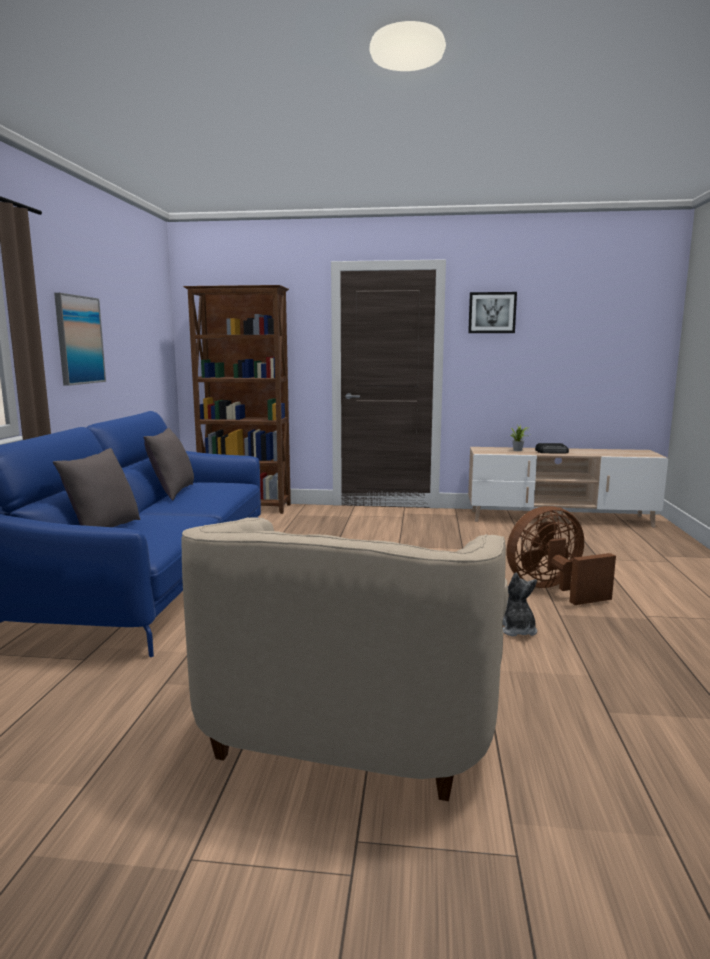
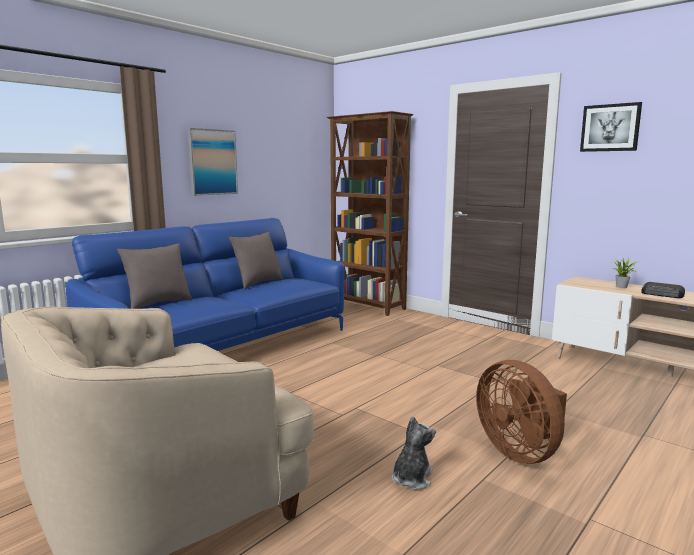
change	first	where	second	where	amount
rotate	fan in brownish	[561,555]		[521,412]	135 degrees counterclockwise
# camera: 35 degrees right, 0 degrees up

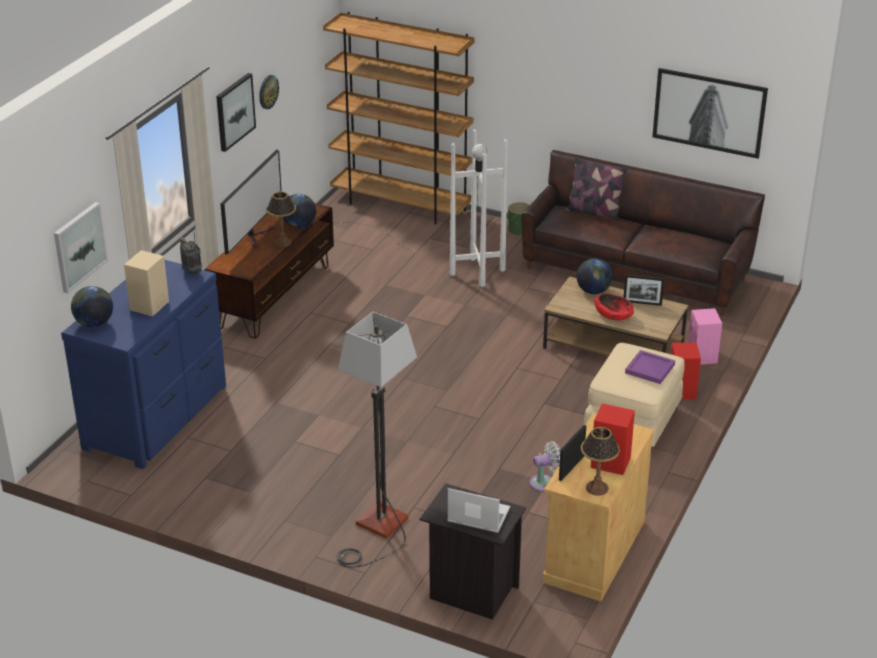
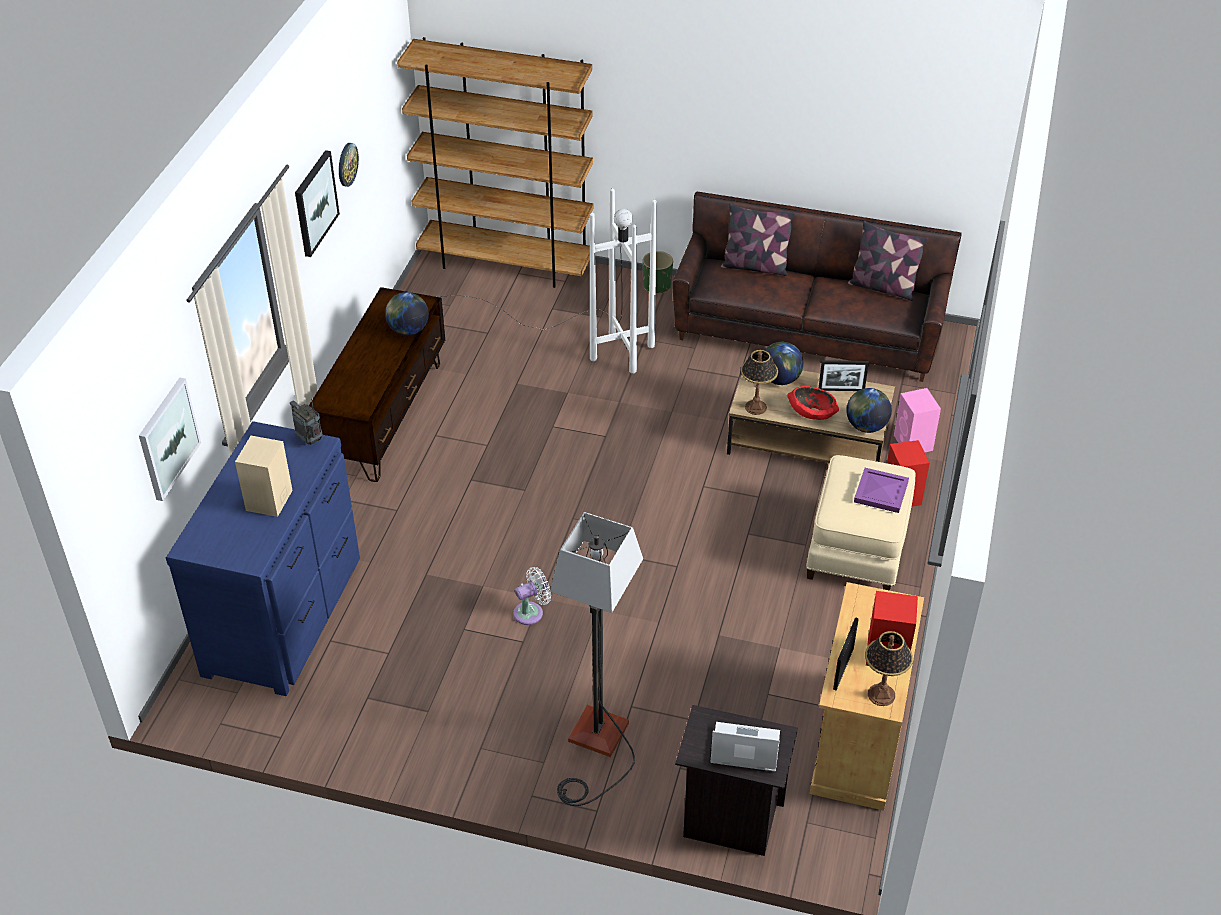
change	first	where	second	where	amount
delete	wall picture	[710,113]			
delete	TV set	[251,202]			
move	tabletop lamp	[281,219]		[759,382]	
move	desk globe	[92,306]		[869,410]	
move	fan in white	[545,466]		[532,596]	
insert			pillow	[888,260]	
# camera: 10 degrees left, 10 degrees up

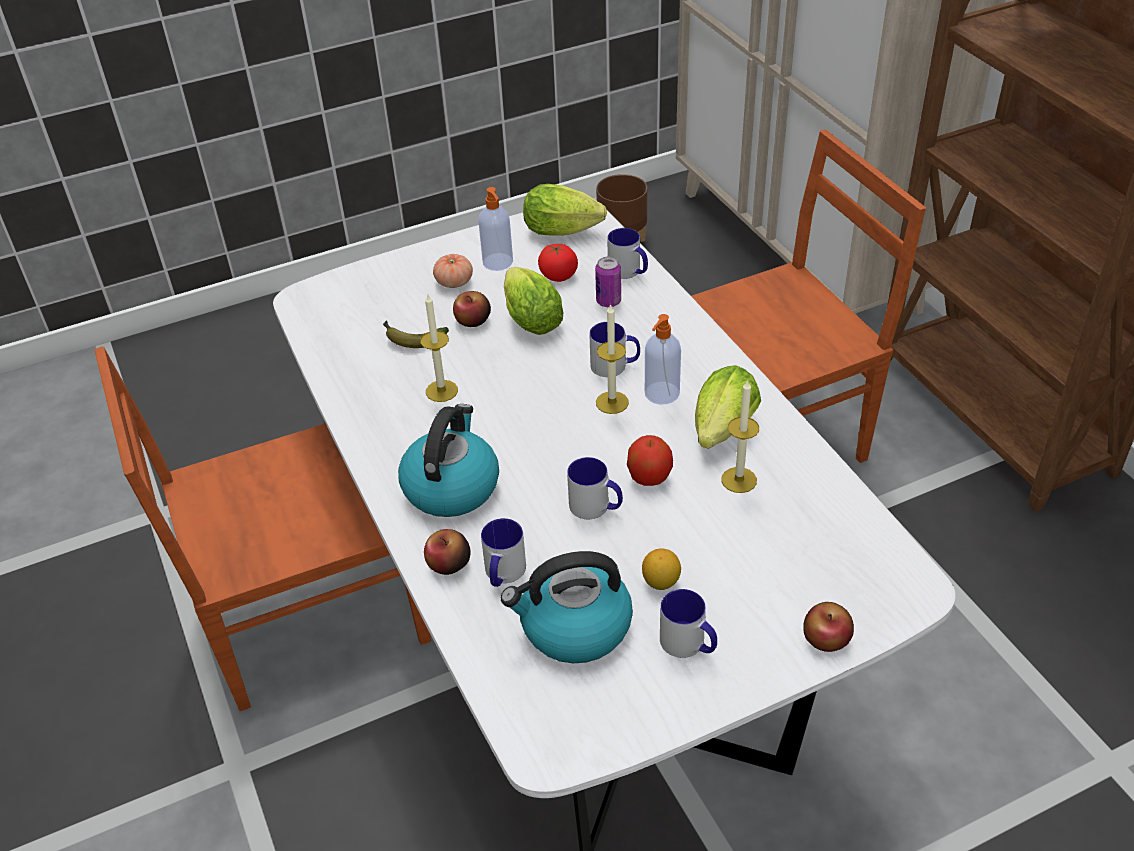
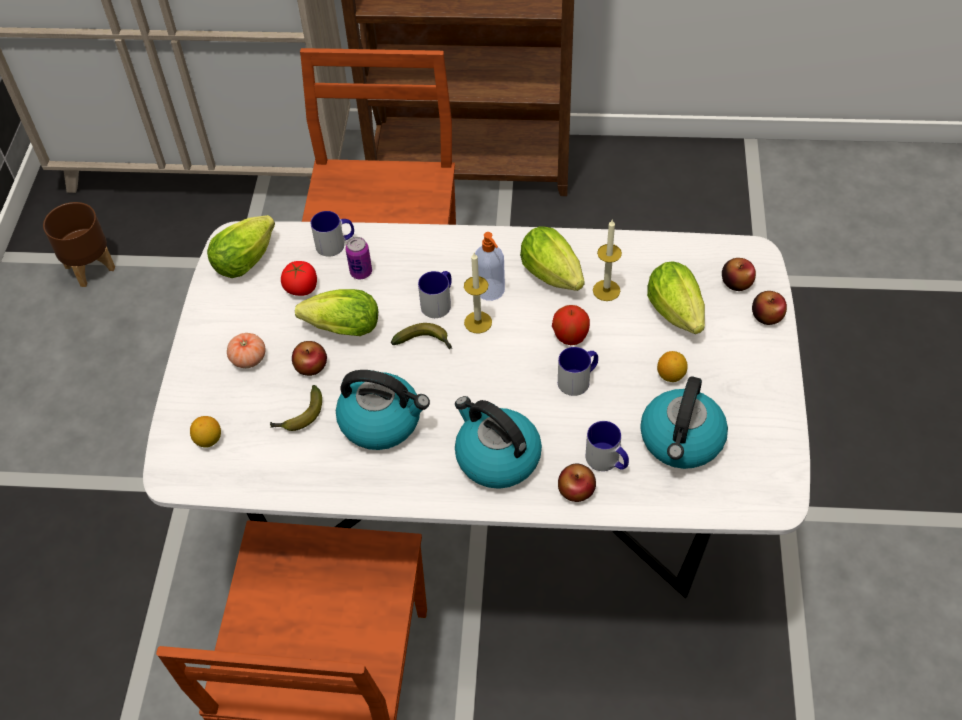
change	first	where	second	where	amount
delete	soap bottle	[495,229]			
replace	candle	[439,348]	water kettle	[383,410]	
delete	coffee mug	[688,623]			
insert			apple	[739,274]	
insert			lettuce	[676,297]	
insert			banana	[421,336]	
insert			lemon	[205,432]	
# camera: 60 degrees left, 10 degrees up

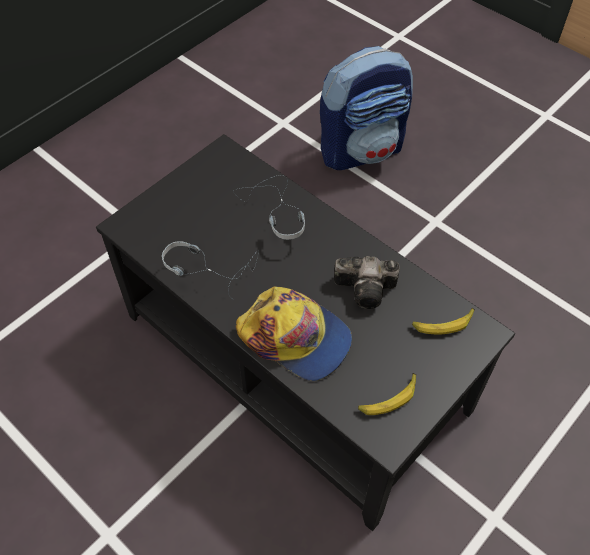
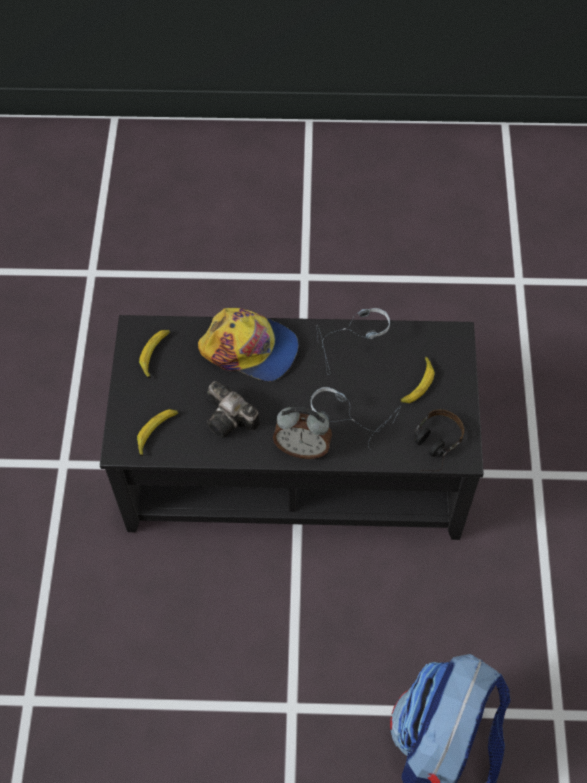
change	first	where	second	where	amount
rotate	photo camera	[366,282]		[233,409]	105 degrees counterclockwise
rotate	baseball cap	[294,333]		[248,344]	150 degrees counterclockwise
insert			banana	[417,380]	
insert			alarm clock	[302,433]	
insert			pair of headphones	[439,440]	
# camera: 140 degrees right, 5 degrees up

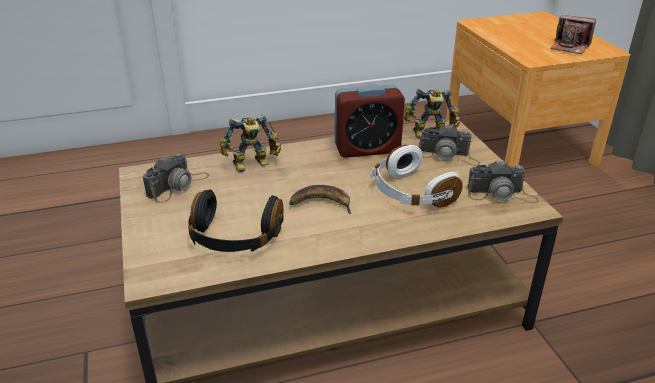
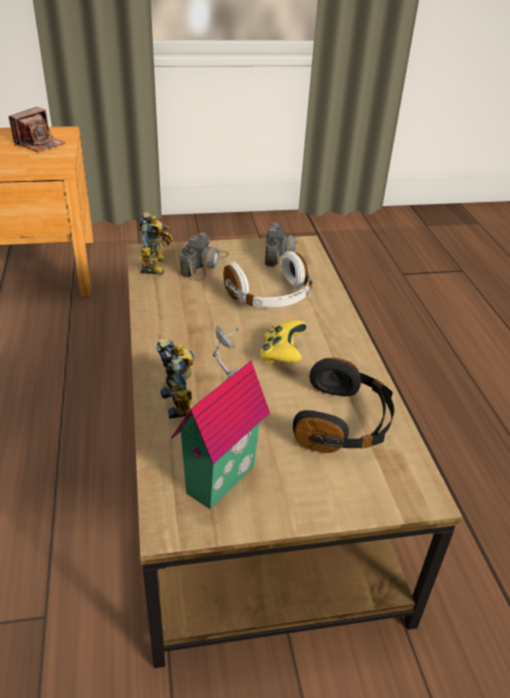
change	first	where	second	where	amount
delete	alarm clock	[370,121]			
replace	photo camera	[176,178]	model house	[220,417]	
replace	banana	[320,199]	game controller in yellow	[283,342]	
# camera: 85 degrees left, 5 degrees up

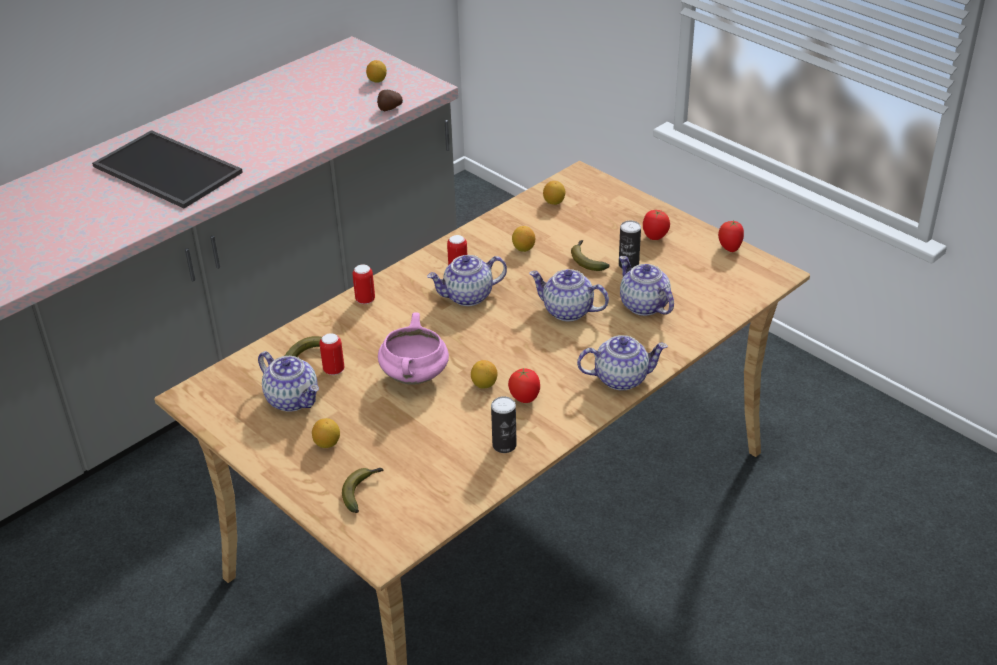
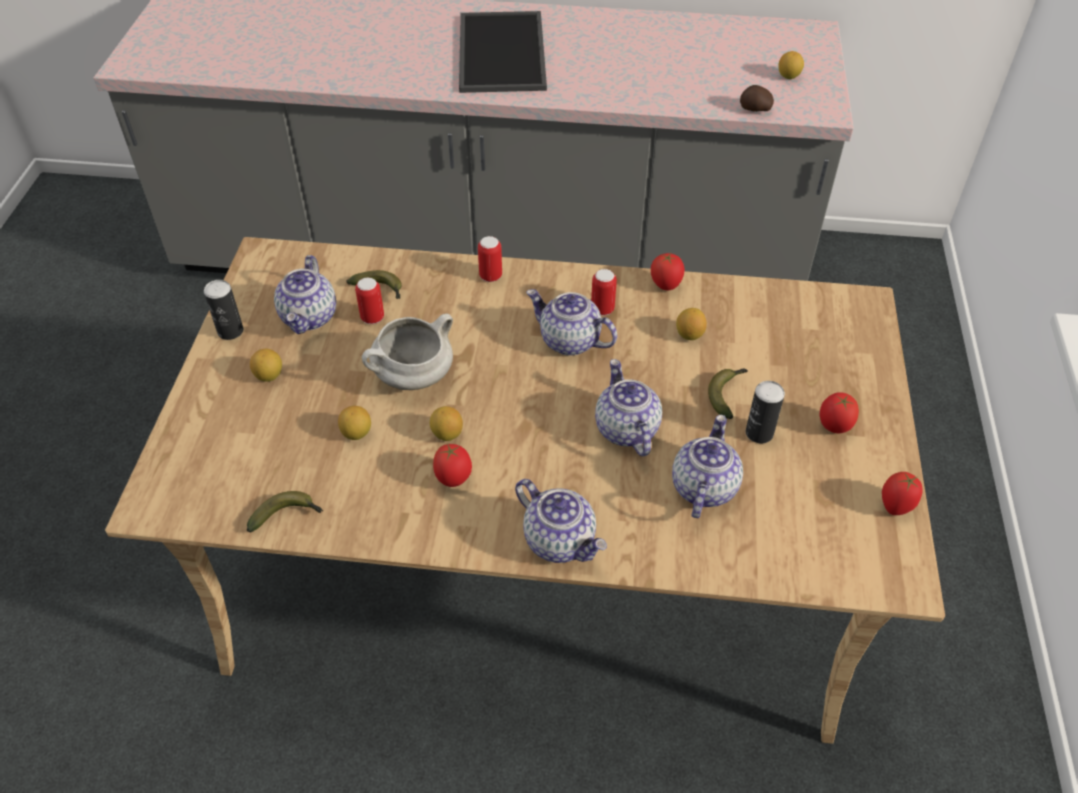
change	first	where	second	where	amount
move	lemon	[554,193]		[354,423]	
recolor	stockpot in pink	[413,348]	stockpot in white	[407,352]	
move	metal can	[504,424]		[223,310]	
move	banana	[362,490]		[285,512]	
insert			fresh tomato	[668,272]	
# camera: 50 degrees right, 10 degrees up

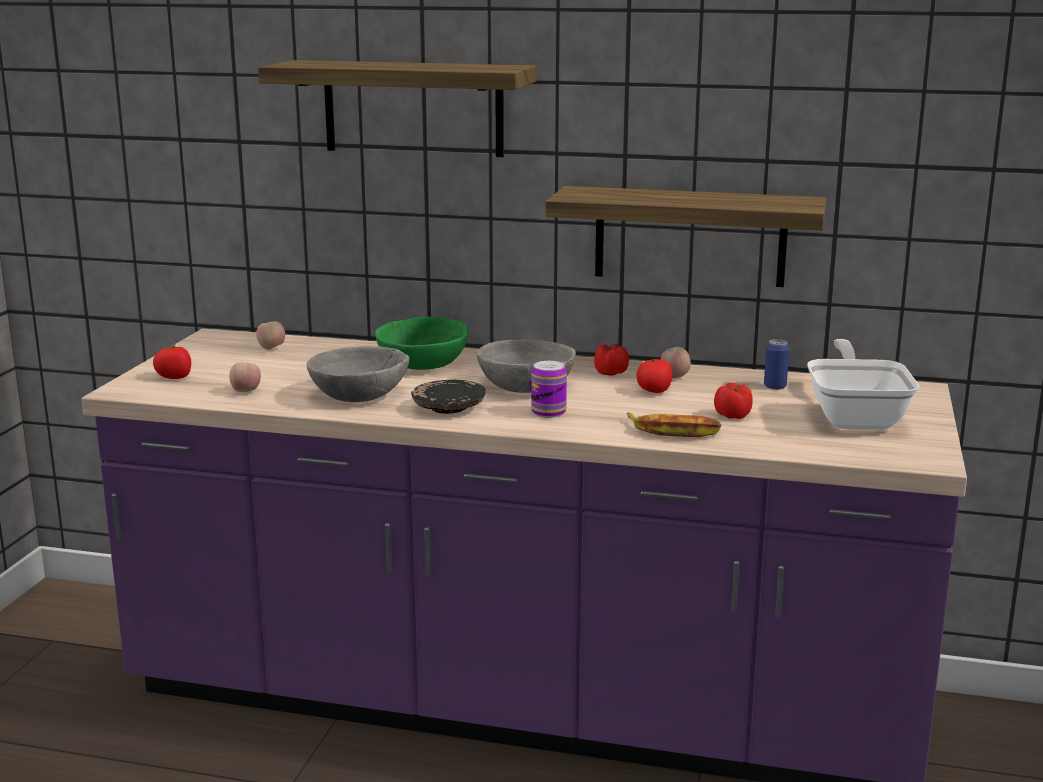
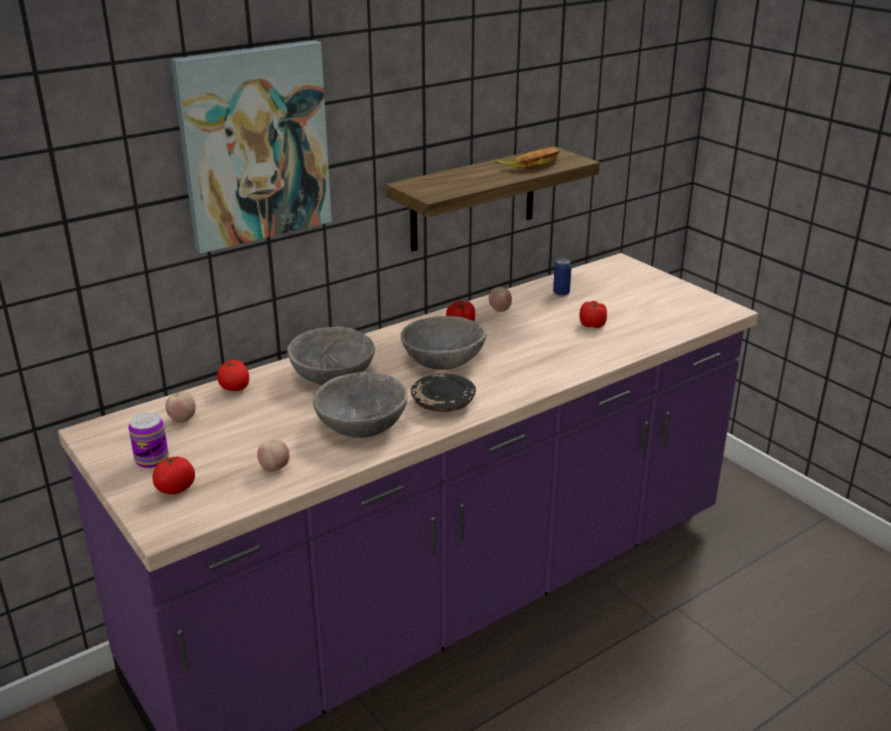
change	first	where	second	where	amount
replace	wall shelf	[397,108]	wall picture	[251,146]	
recolor	serving bowl in green-coloured	[422,343]	serving bowl in gray	[331,356]	
delete	skillet	[863,384]			
move	fresh tomato	[654,375]		[233,375]	
move	metal can	[549,389]		[149,441]	
move	banana	[674,424]		[527,158]	
# camera: 50 degrees left, 10 degrees up

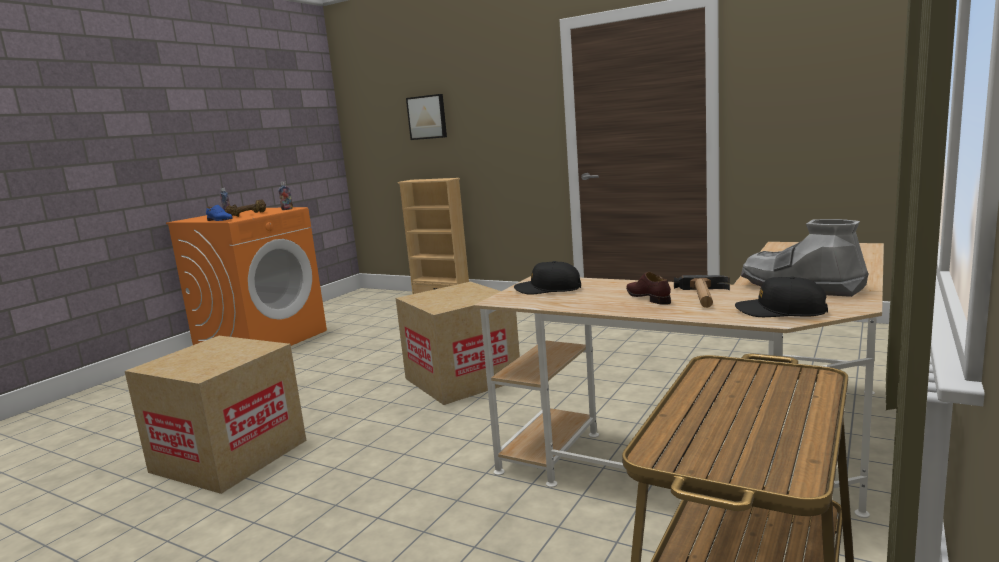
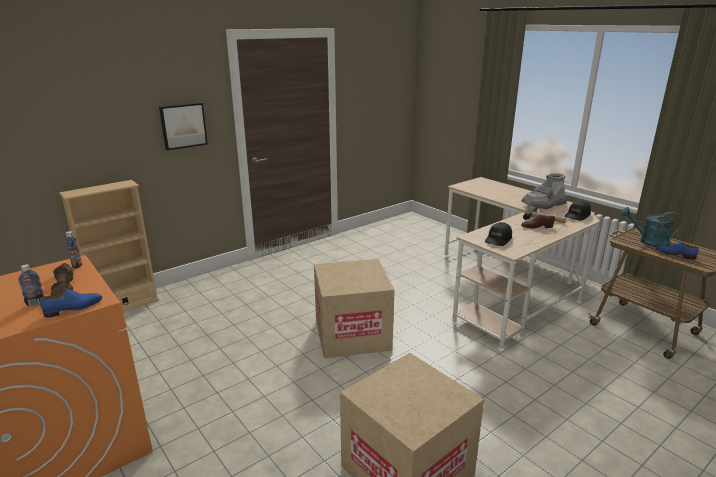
change	first	where	second	where	amount
move	wall picture	[426,117]		[183,126]	
insert			watering pot in turquoise-coloured	[651,227]	
insert			shoe in bluish	[677,251]	
# camera: 70 degrees left, 10 degrees up

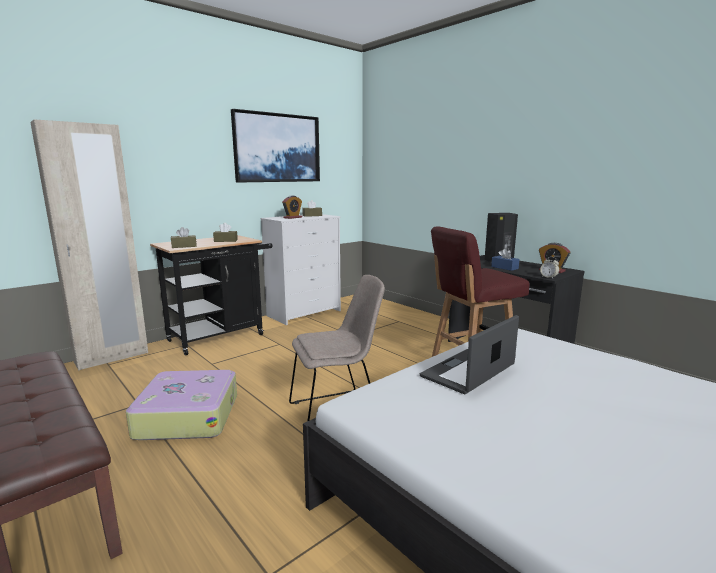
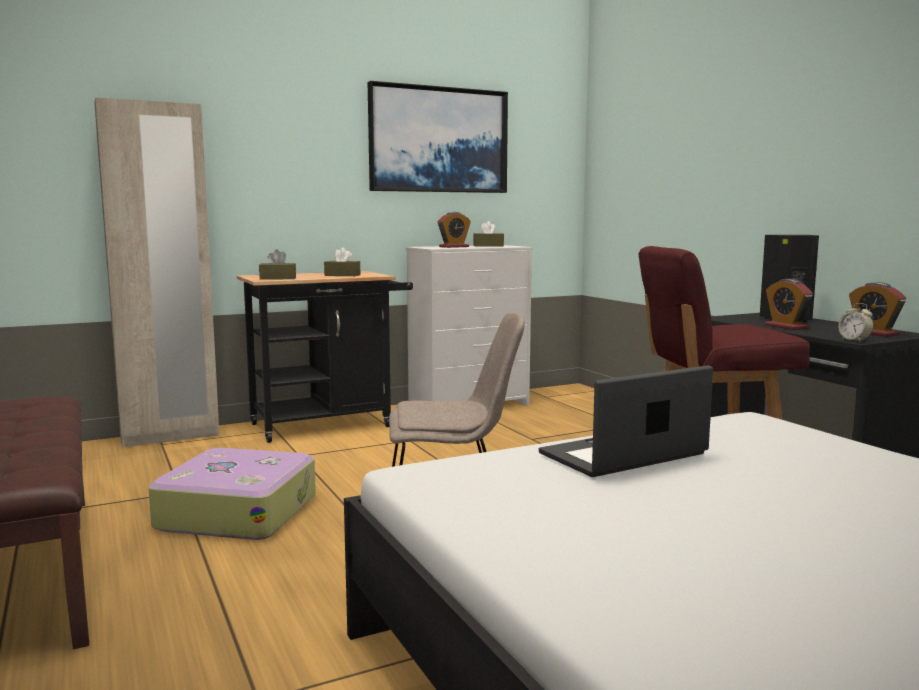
change	first	where	second	where	amount
replace	tissue box in bluish	[505,259]	alarm clock	[789,304]	
# camera: 15 degrees right, 5 degrees down

